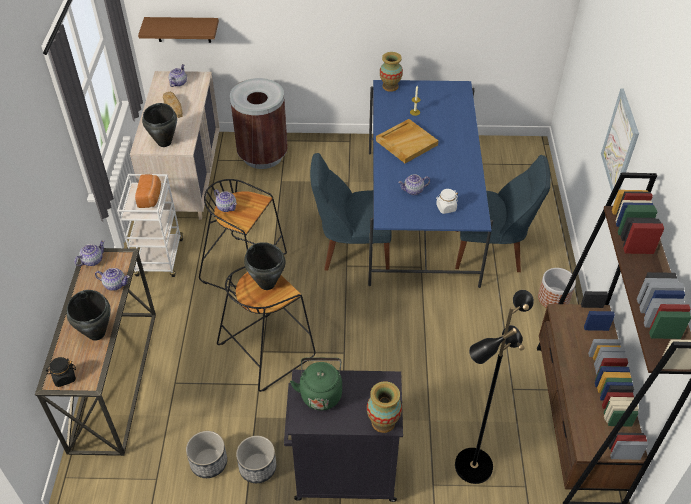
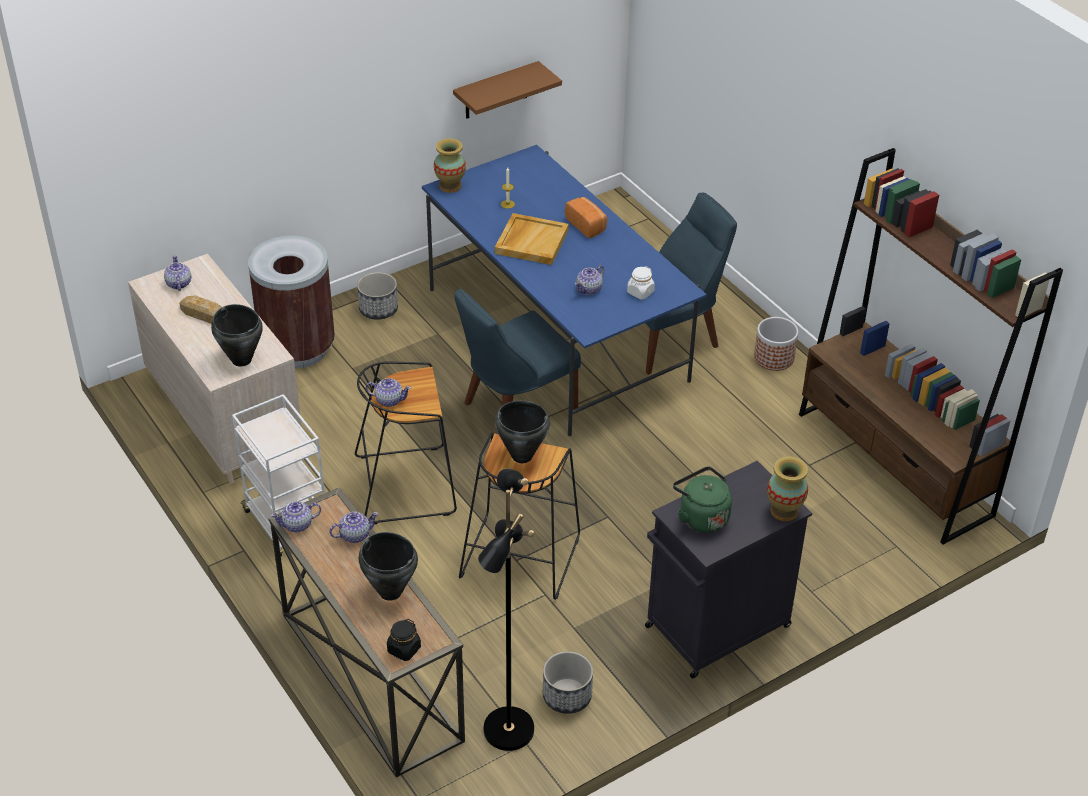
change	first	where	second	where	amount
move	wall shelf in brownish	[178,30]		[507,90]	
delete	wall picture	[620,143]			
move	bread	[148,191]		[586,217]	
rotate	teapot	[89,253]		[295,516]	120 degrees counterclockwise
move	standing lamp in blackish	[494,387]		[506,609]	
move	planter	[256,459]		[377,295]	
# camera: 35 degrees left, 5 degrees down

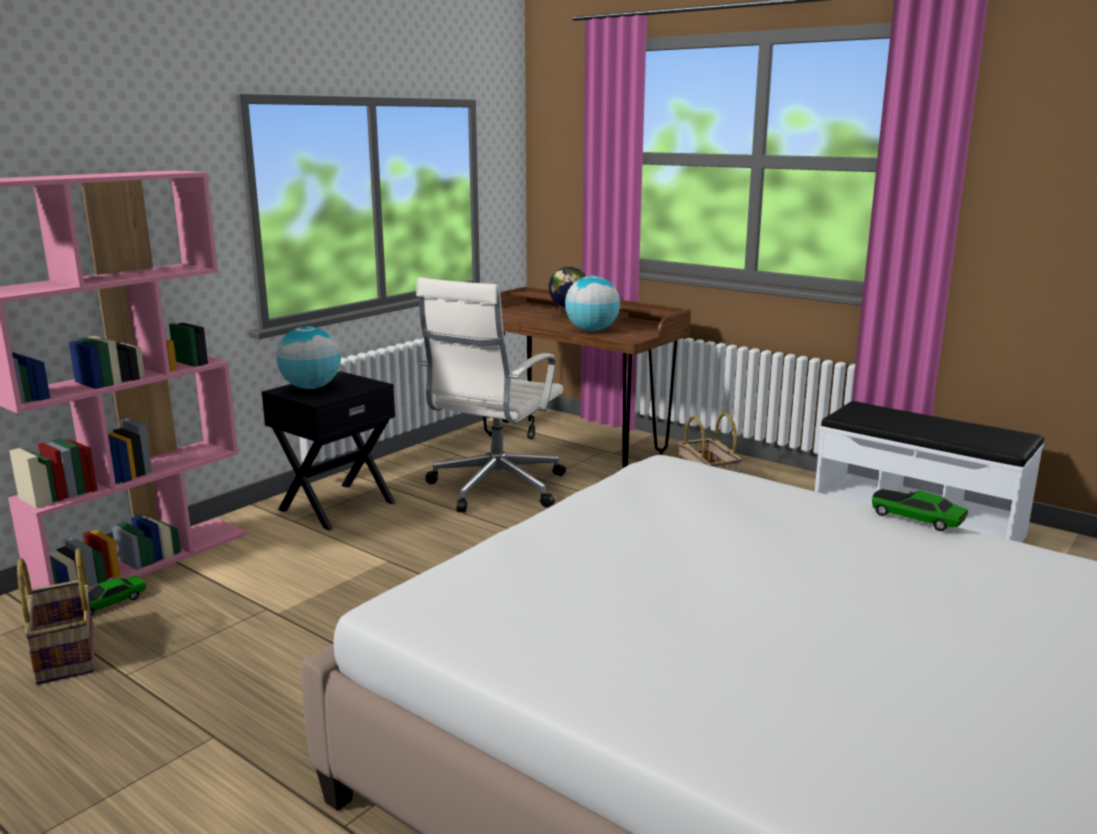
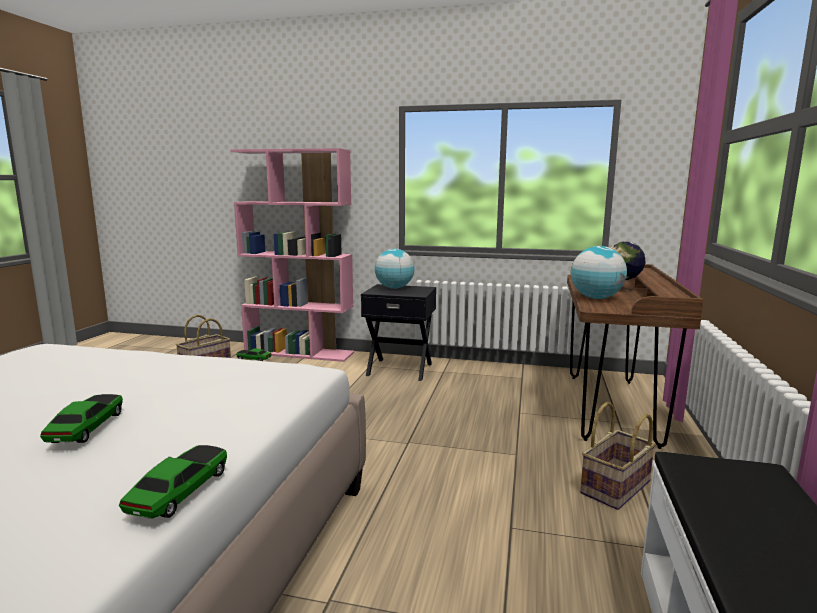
change	first	where	second	where	amount
delete	computer chair in white	[491,395]			
insert			toy car	[81,418]	
# camera: 65 degrees right, 5 degrees down

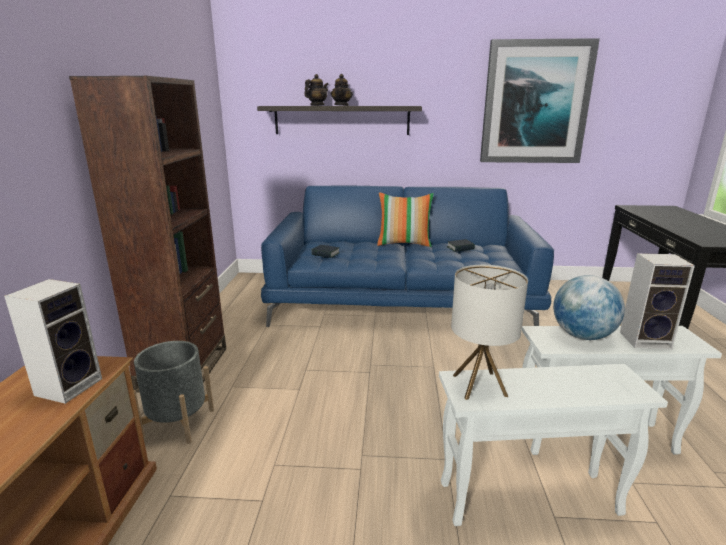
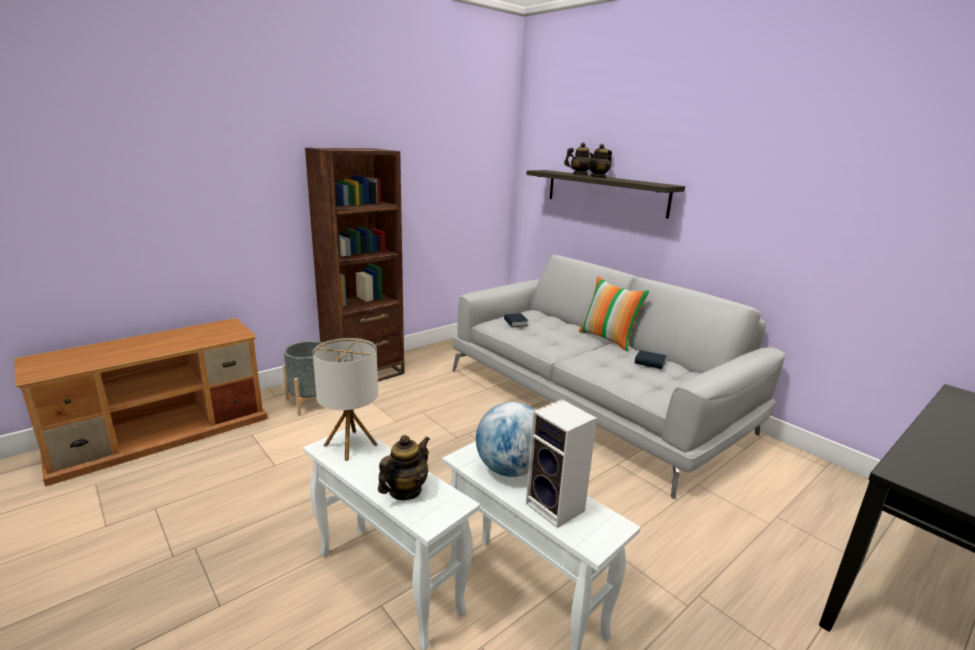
change	first	where	second	where	amount
delete	wall picture	[540,100]			
recolor	sofa in bluish	[407,256]	sofa in gray	[619,377]	
delete	loudspeaker	[53,341]			
insert			teapot	[404,467]	
# camera: 45 degrees right, 0 degrees up

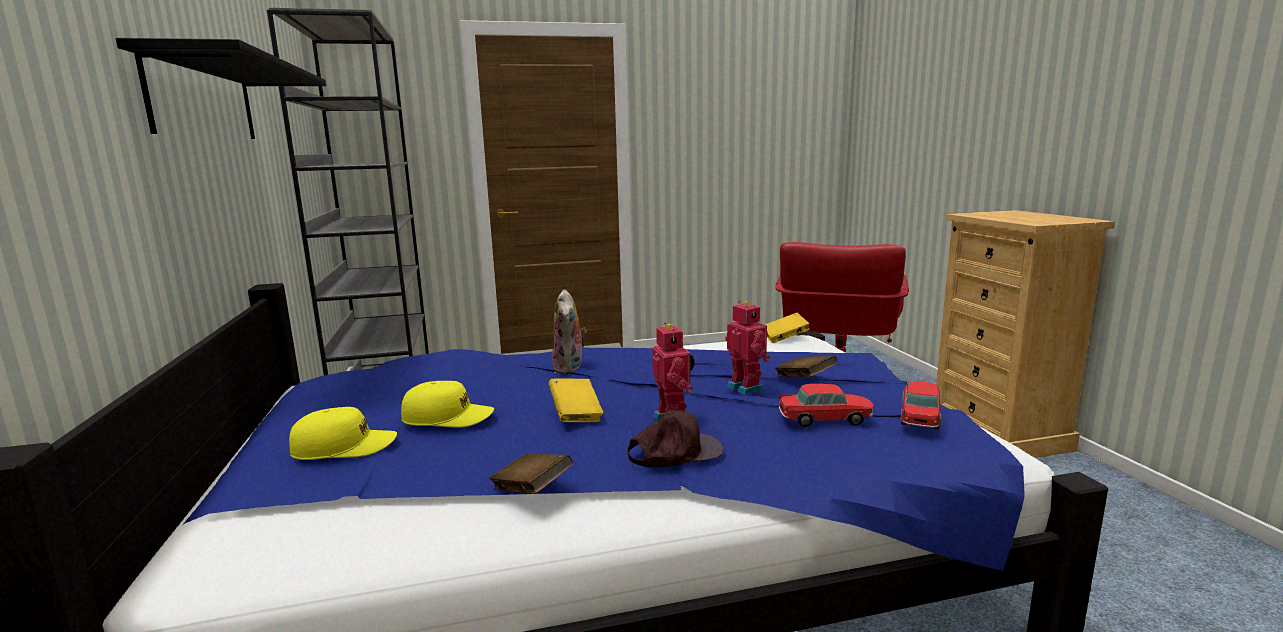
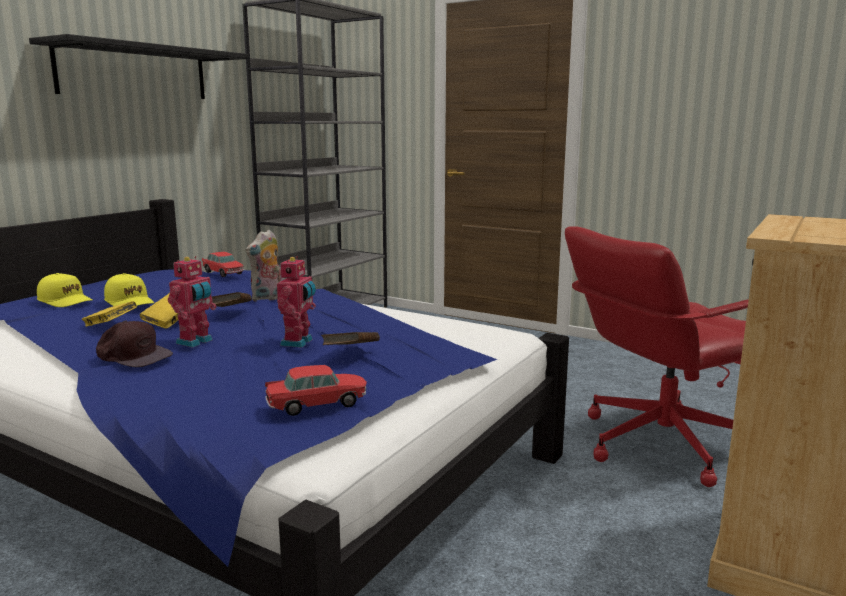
change	first	where	second	where	amount
move	volume in yellow	[787,328]		[109,314]	
move	toy car	[826,405]		[223,264]	
move	volume in brownish	[531,473]		[232,299]	
# camera: 45 degrees right, 0 degrees up

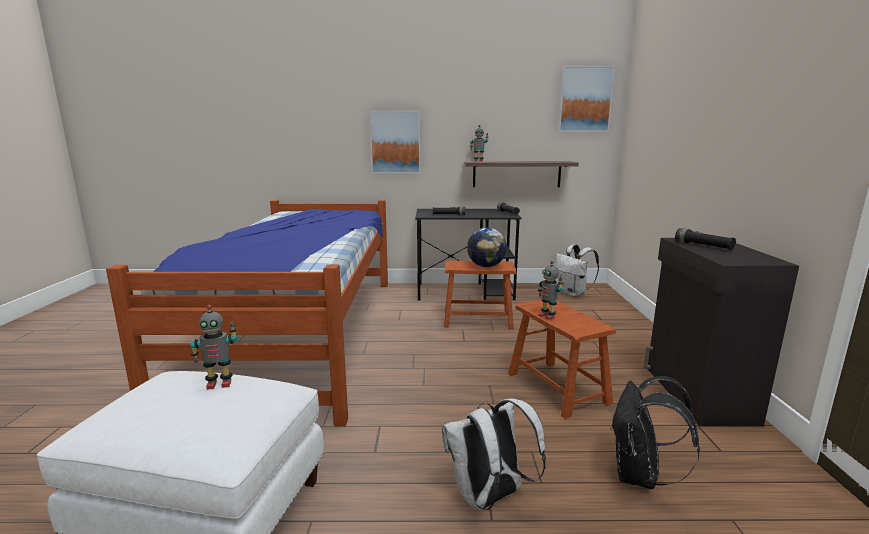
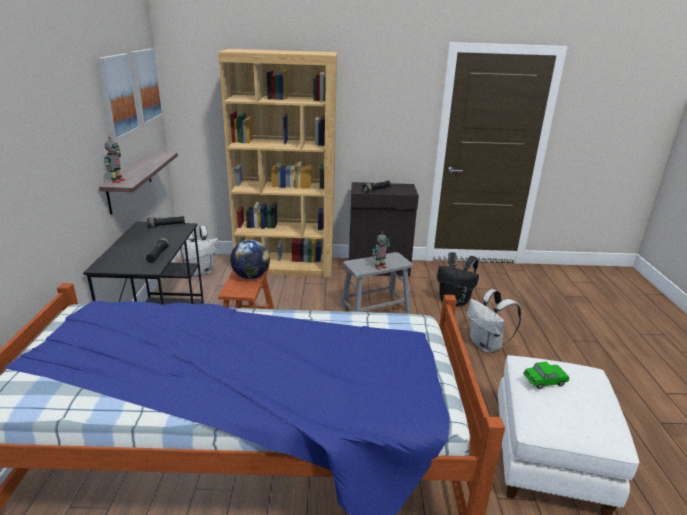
change	first	where	second	where	amount
move	wall picture	[395,142]		[118,97]	
recolor	stool seat in brownish	[562,359]	stool seat in gray	[376,282]	
replace	robot figure	[213,347]	toy car	[546,375]	
insert			shelving unit in brownish	[277,163]	
# camera: 90 degrees left, 10 degrees up

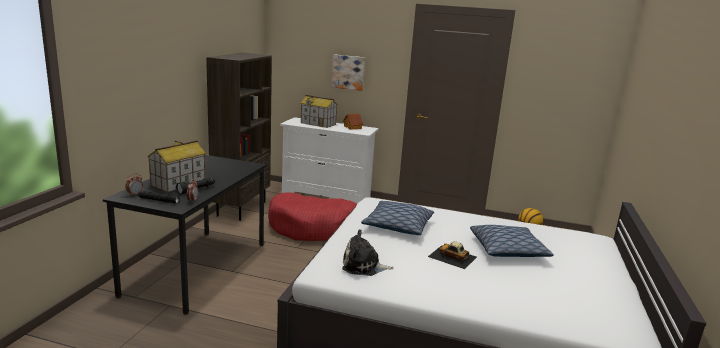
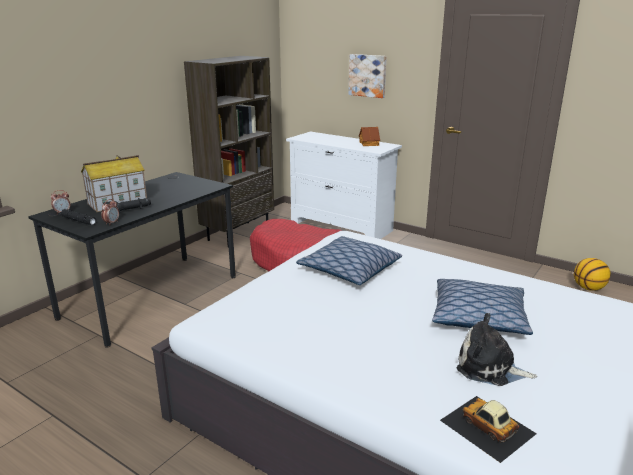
change	first	where	second	where	amount
delete	model house	[319,111]			
move	plush toy	[368,252]		[497,349]	
move	toy car	[452,255]		[488,429]	
# camera: 20 degrees right, 5 degrees up

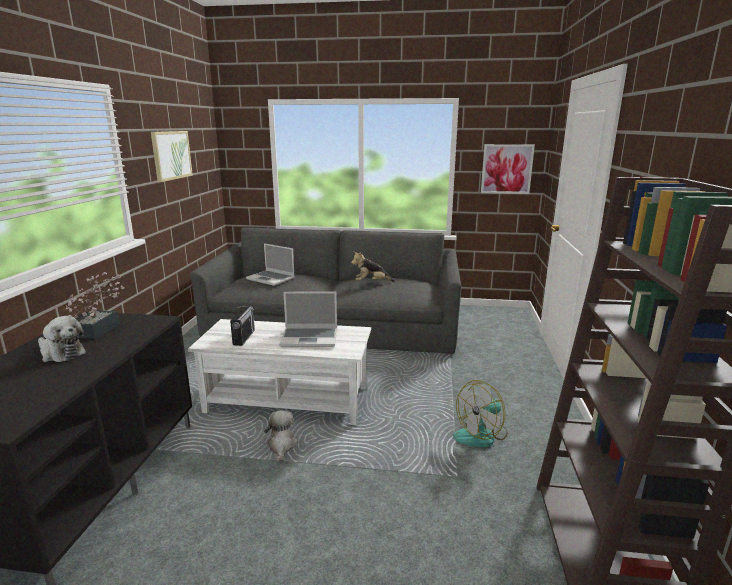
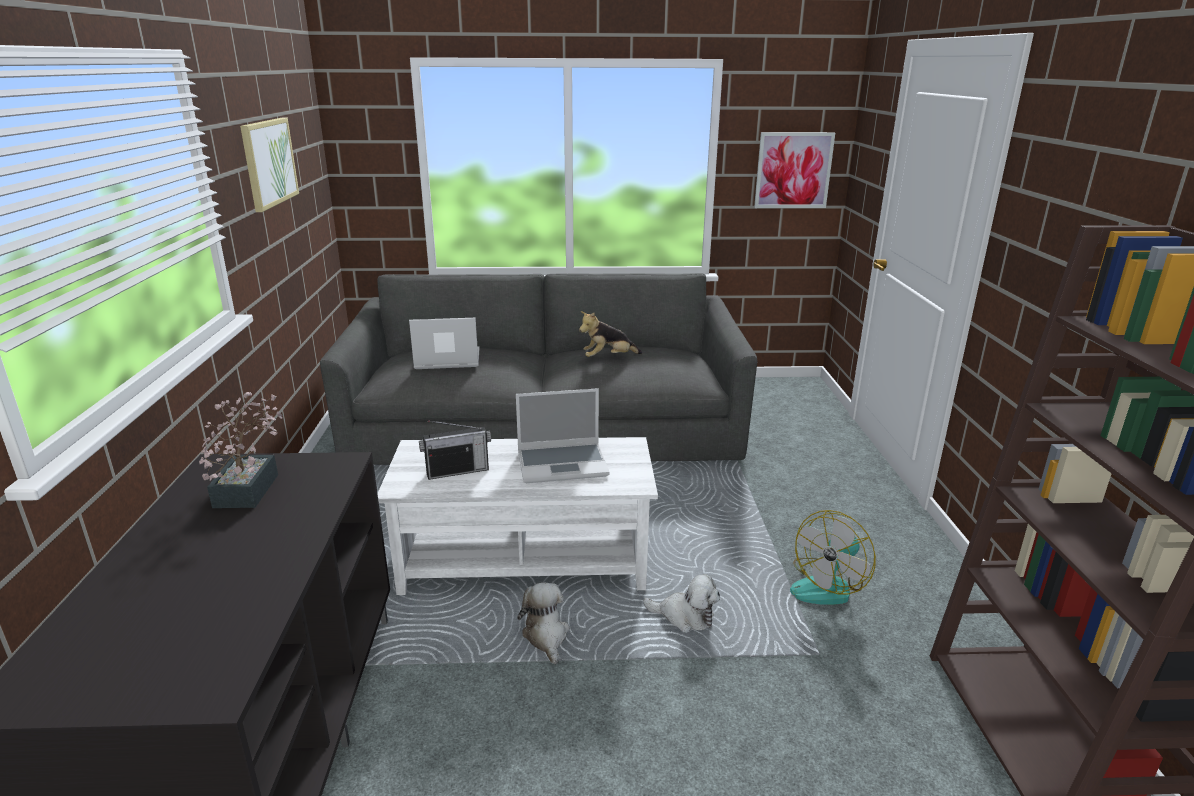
change	first	where	second	where	amount
rotate	notebook computer	[270,264]		[444,343]	150 degrees clockwise
rotate	radio receiver	[242,325]		[455,450]	75 degrees clockwise
move	plush toy	[62,339]		[681,603]	
# camera: 10 degrees left, 5 degrees up

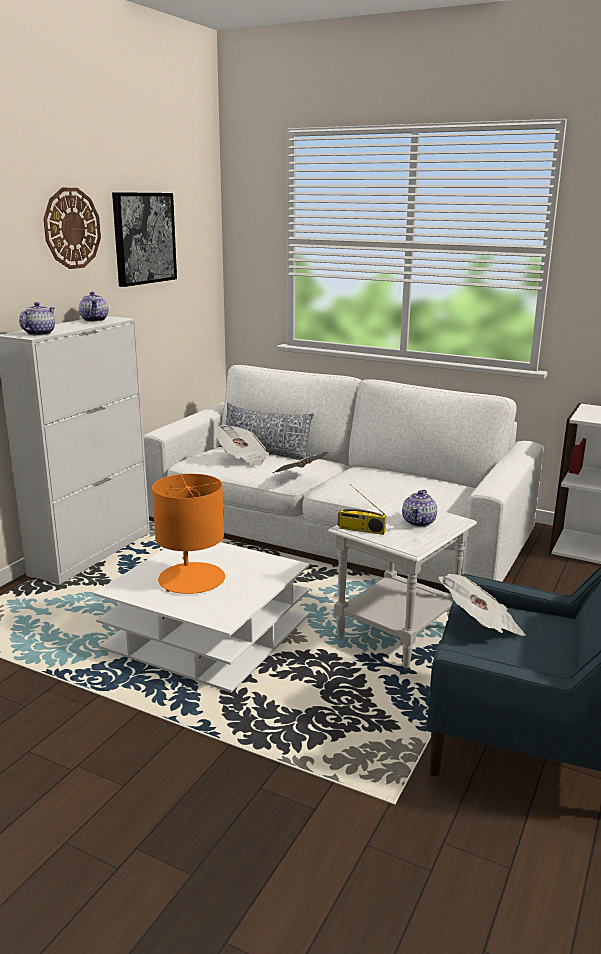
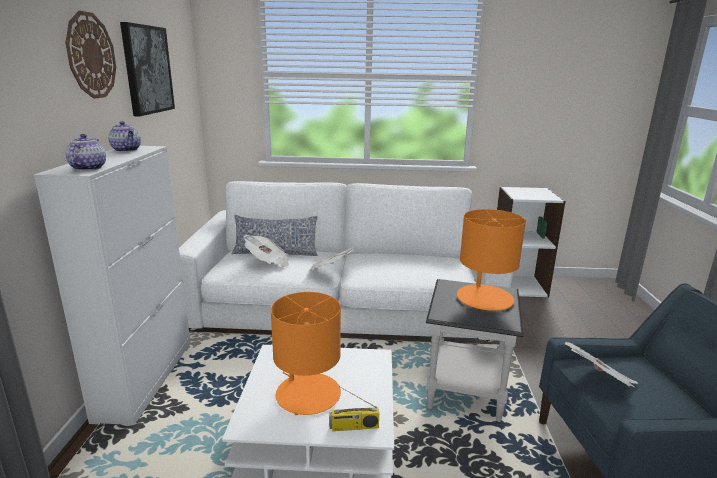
change	first	where	second	where	amount
move	radio receiver	[362,509]		[354,408]	
replace	teapot	[419,508]	tabletop lamp in orange-coloured	[491,260]	
recolor	end table in white	[402,582]	end table in blackish	[474,350]	
# camera: 25 degrees left, 0 degrees up

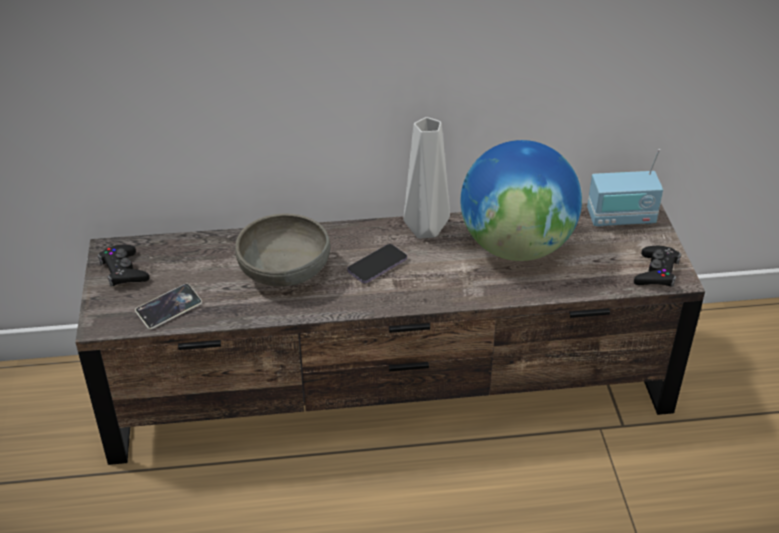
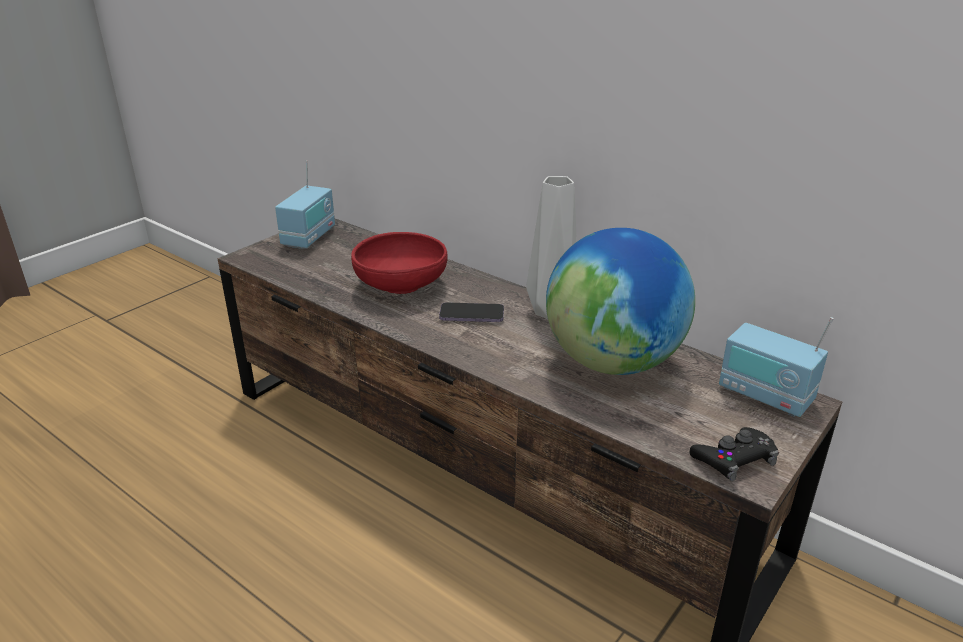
change	first	where	second	where	amount
recolor	serving bowl in gray	[282,250]	serving bowl in red	[399,263]	
replace	game controller in blackish	[123,266]	radio receiver	[305,204]	
delete	handset	[168,306]			
# camera: 45 degrees right, 10 degrees down

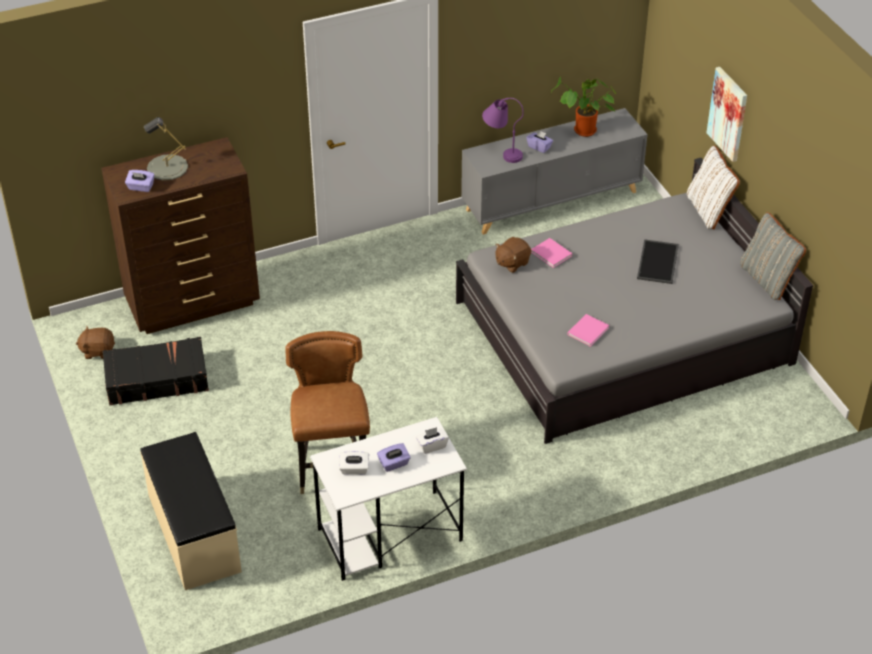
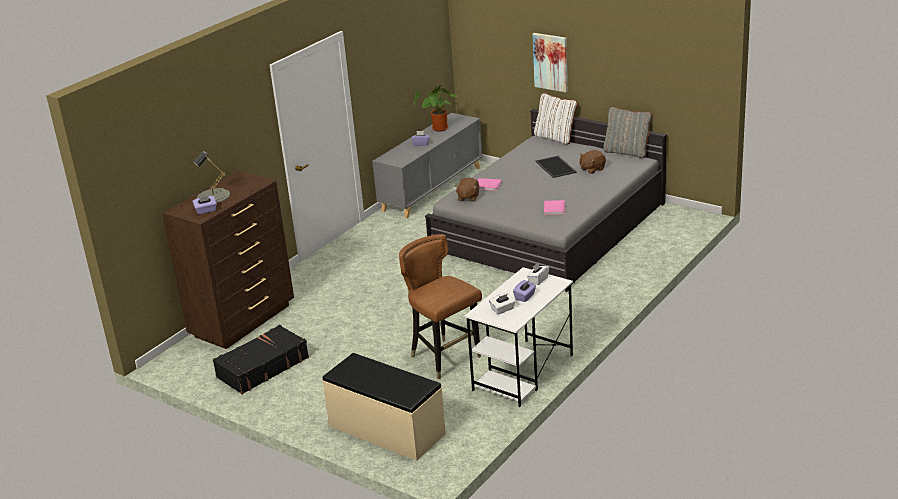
change	first	where	second	where	amount
delete	tabletop lamp in purple-coloured	[503,130]			
move	plush toy in brownish	[95,342]		[593,162]	
# camera: 30 degrees left, 15 degrees down

